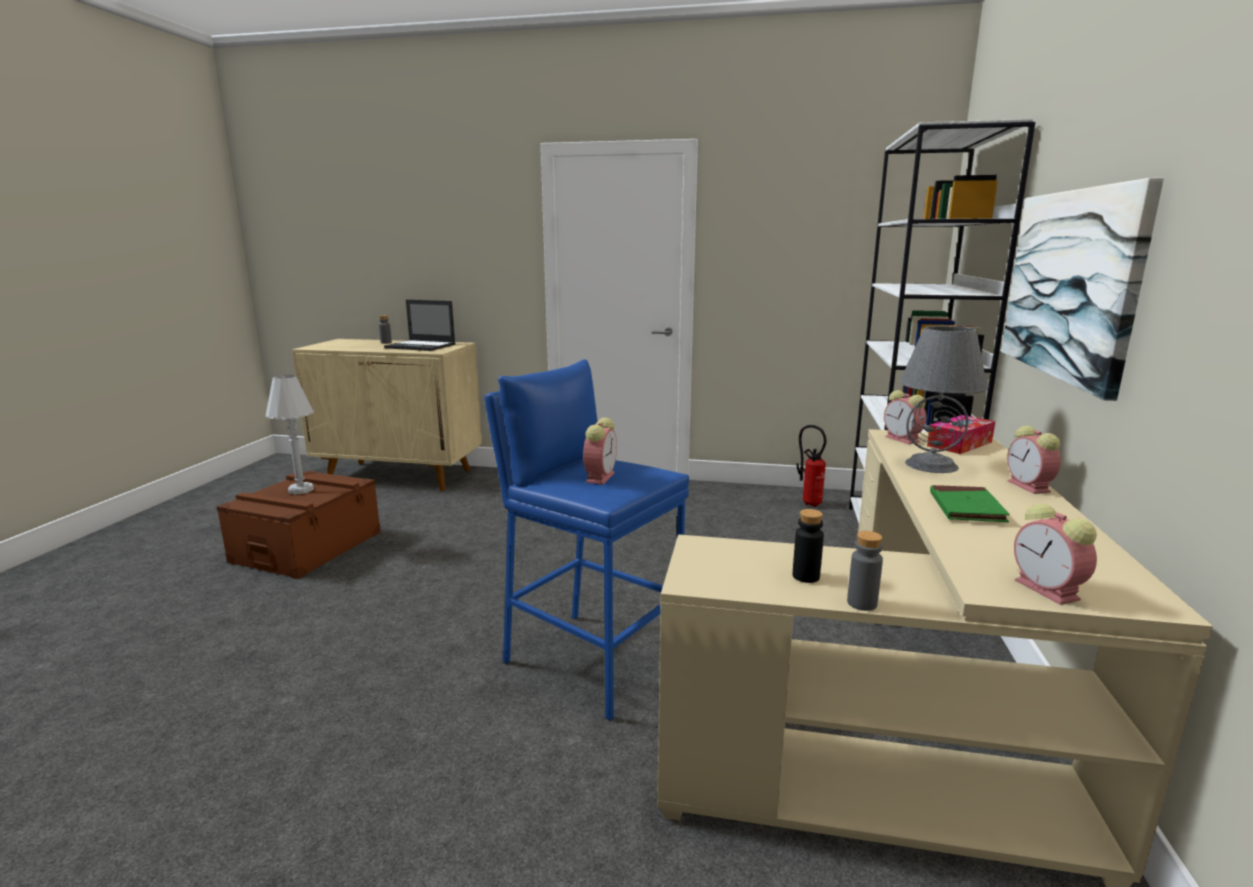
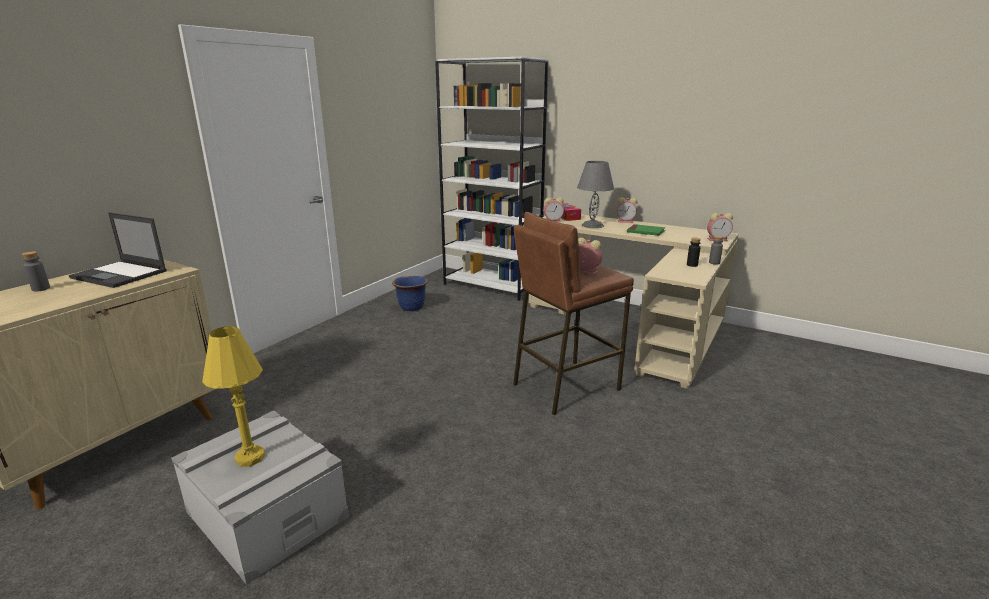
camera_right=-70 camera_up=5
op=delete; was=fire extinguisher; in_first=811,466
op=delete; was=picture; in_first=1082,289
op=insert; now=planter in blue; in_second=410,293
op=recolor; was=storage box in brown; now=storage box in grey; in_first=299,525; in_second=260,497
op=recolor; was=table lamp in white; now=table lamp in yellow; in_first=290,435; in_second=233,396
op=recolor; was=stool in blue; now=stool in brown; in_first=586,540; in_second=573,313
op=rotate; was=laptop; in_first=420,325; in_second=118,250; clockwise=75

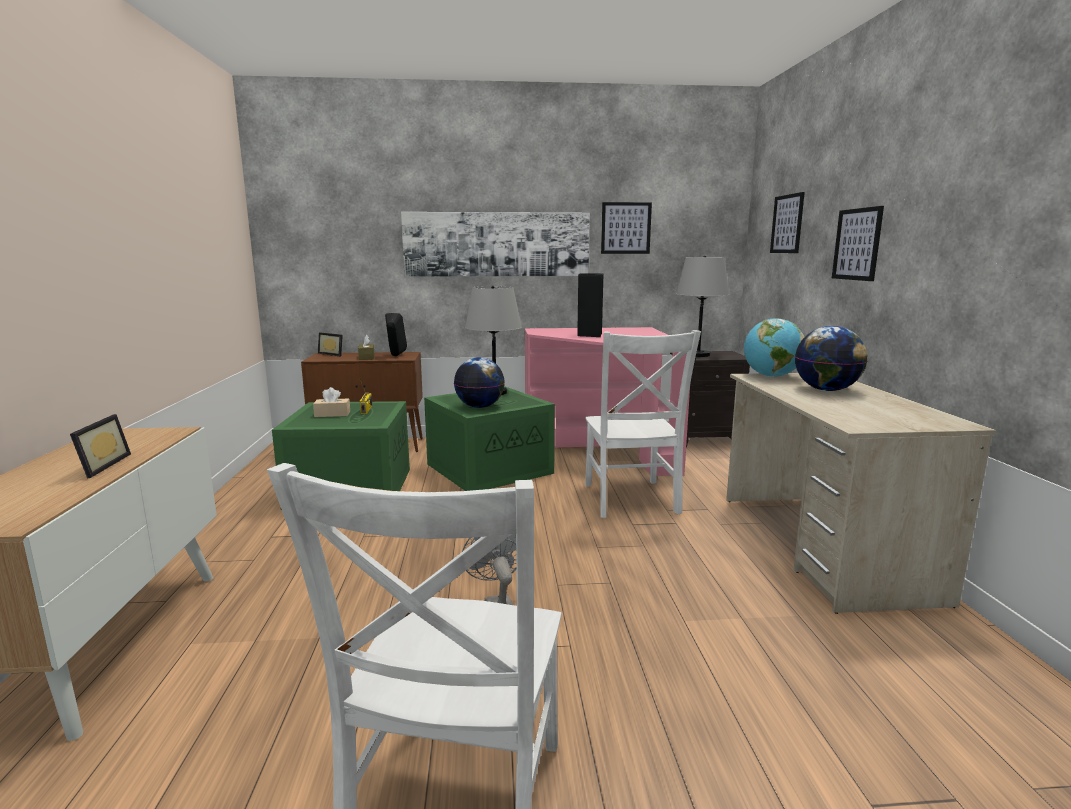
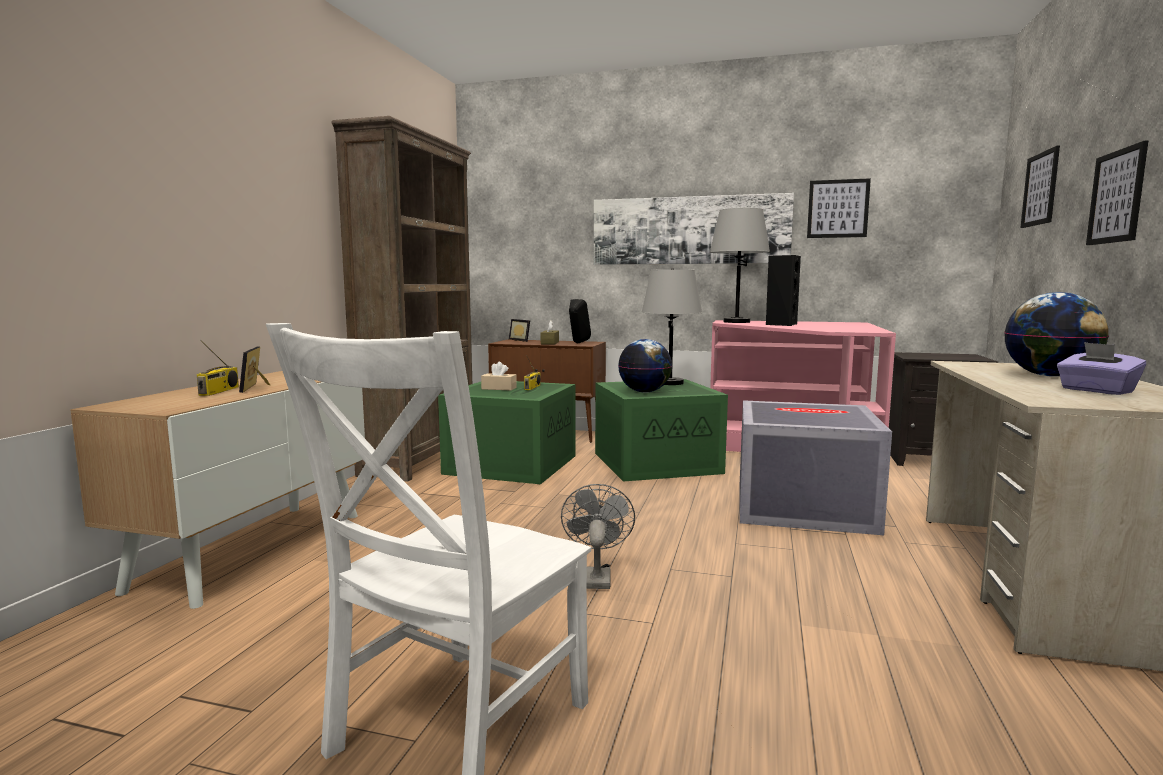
camera_right=20 camera_up=-5
op=delete; was=globe; in_first=774,348
op=insert; now=radio; in_second=218,368
op=insert; now=bookcase in brown; in_second=401,299
op=insert; now=tissue box in purple; in_second=1101,368
op=move; was=table lamp in grey; in_first=702,306; in_second=740,265
op=replace; was=chair in white; now=storage box in grey; in_first=643,424; in_second=815,467
op=rotate; was=picture frame; in_first=100,446; in_second=254,369; clockwise=150

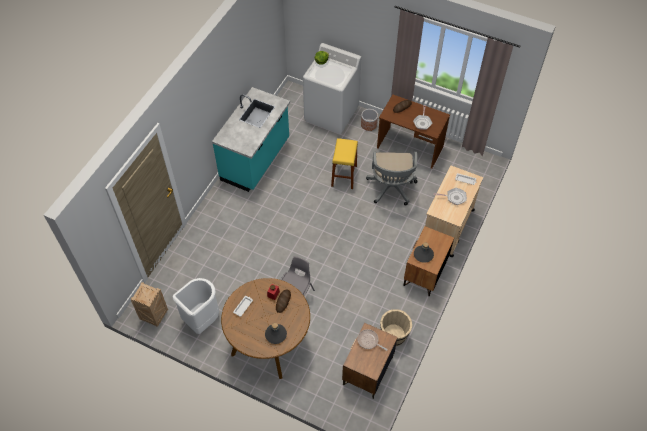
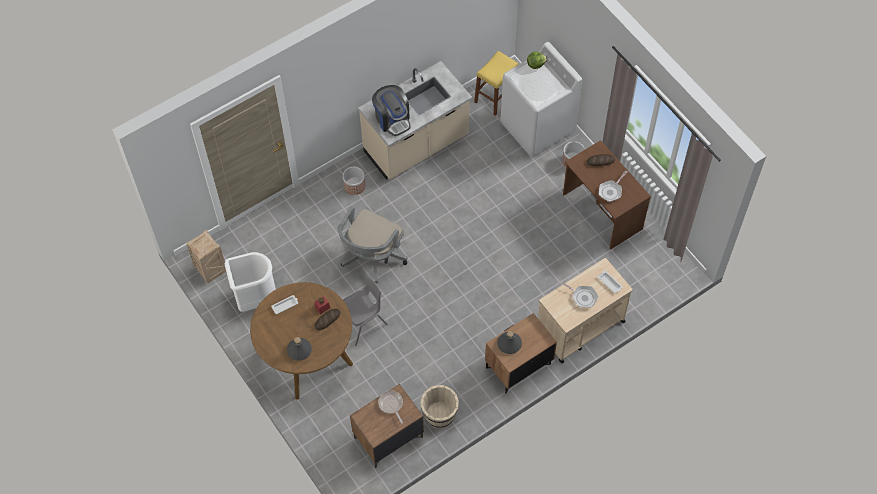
camera_right=30 camera_up=5
op=insert; now=planter; in_second=354,181
op=insert; now=coffee machine; in_second=391,110
op=move; was=stool in yellow; in_first=344,163; in_second=496,83
op=move; was=office chair in grey; in_first=391,178; in_second=372,245
op=recolor; was=counter in turquoise; now=counter in beige; in_first=251,139; in_second=415,120

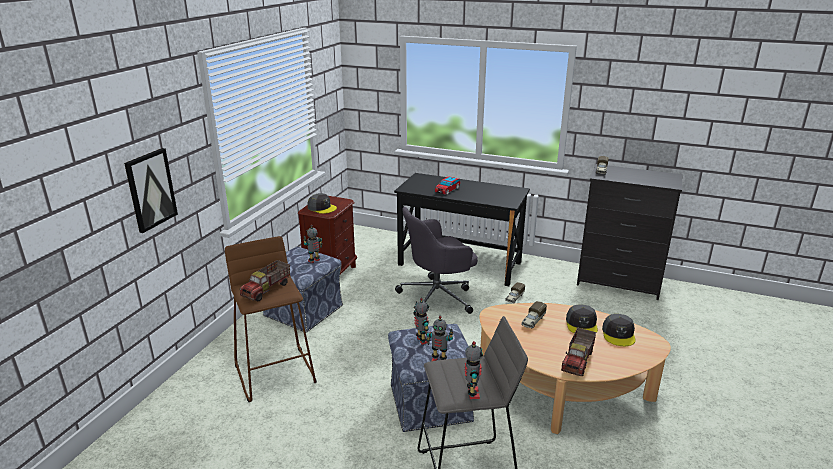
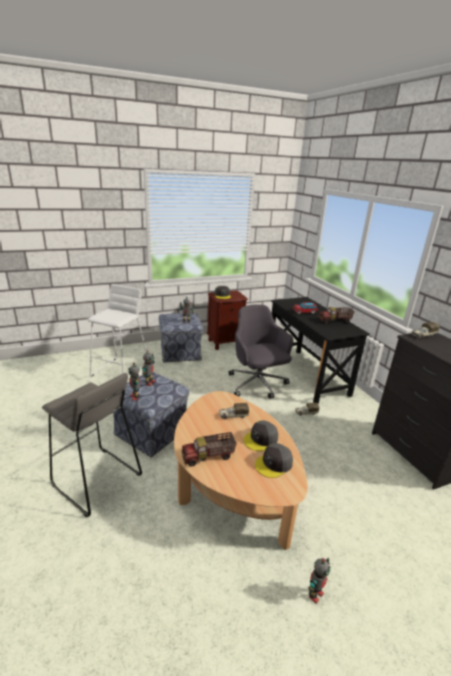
camera_right=45 camera_up=0
op=delete; was=picture; in_first=151,190
op=move; was=toy truck; in_first=264,280; in_second=336,315
op=move; was=toy robot; in_first=474,370; in_second=320,580
op=recolor; was=stool in brown; now=stool in white; in_first=271,319; in_second=117,330
op=rotate; was=office chair in grey; in_first=436,261; in_second=261,351; clockwise=45

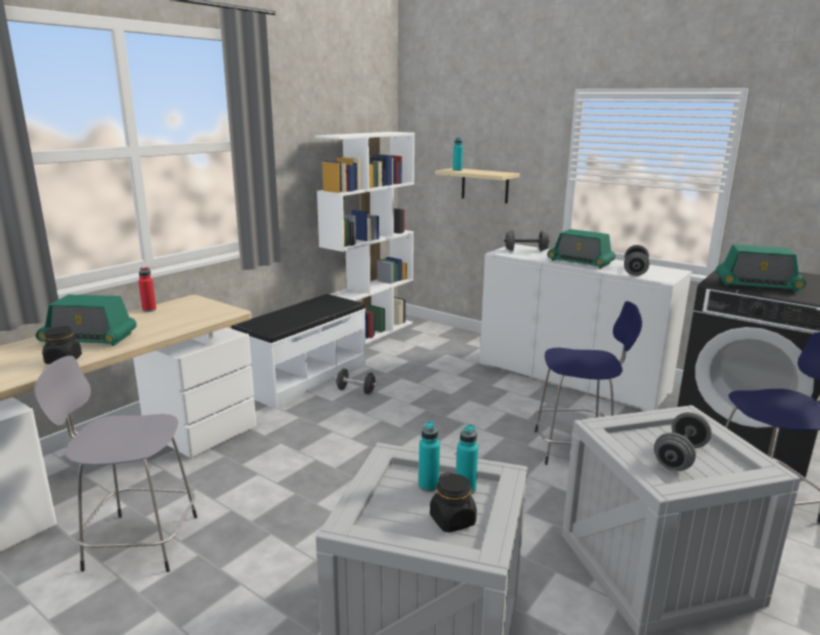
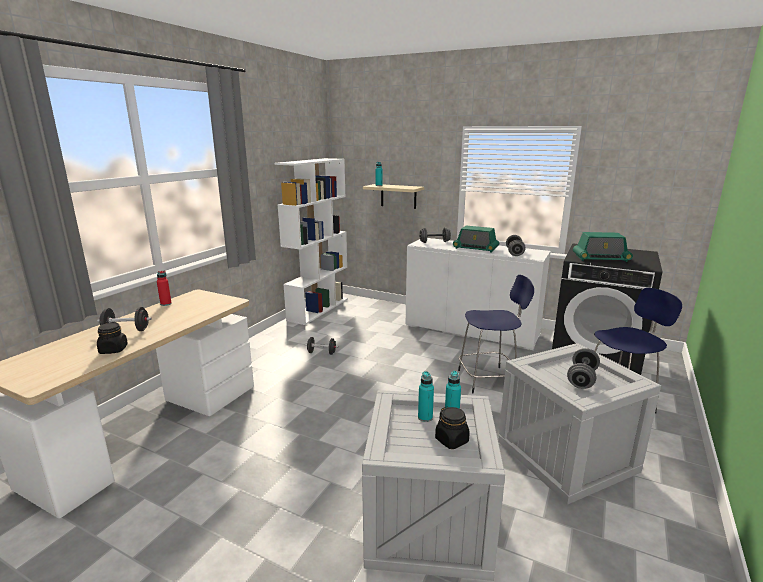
camera_right=-10 camera_up=0
op=delete; was=stool in grey; in_first=115,464
op=delete; was=bench in white; in_first=298,351
op=replace; was=radio; now=dumbbell in black; in_first=86,320; in_second=124,319

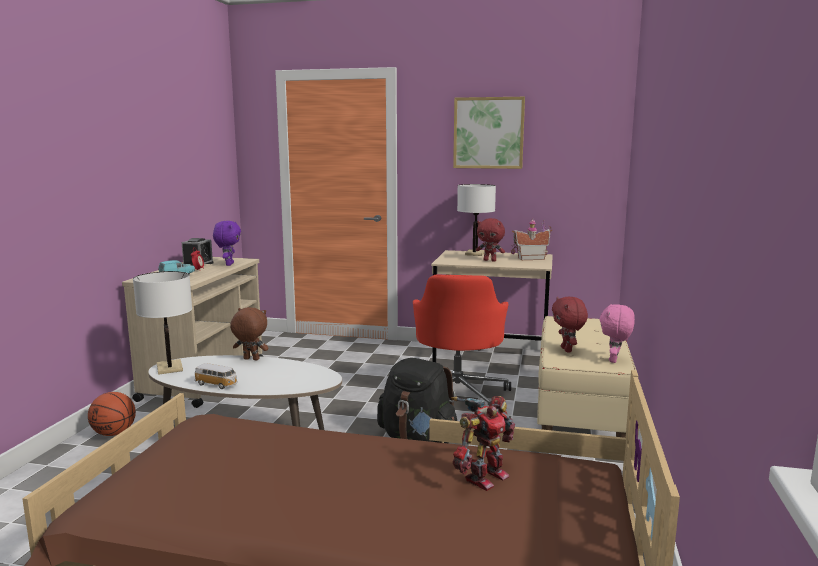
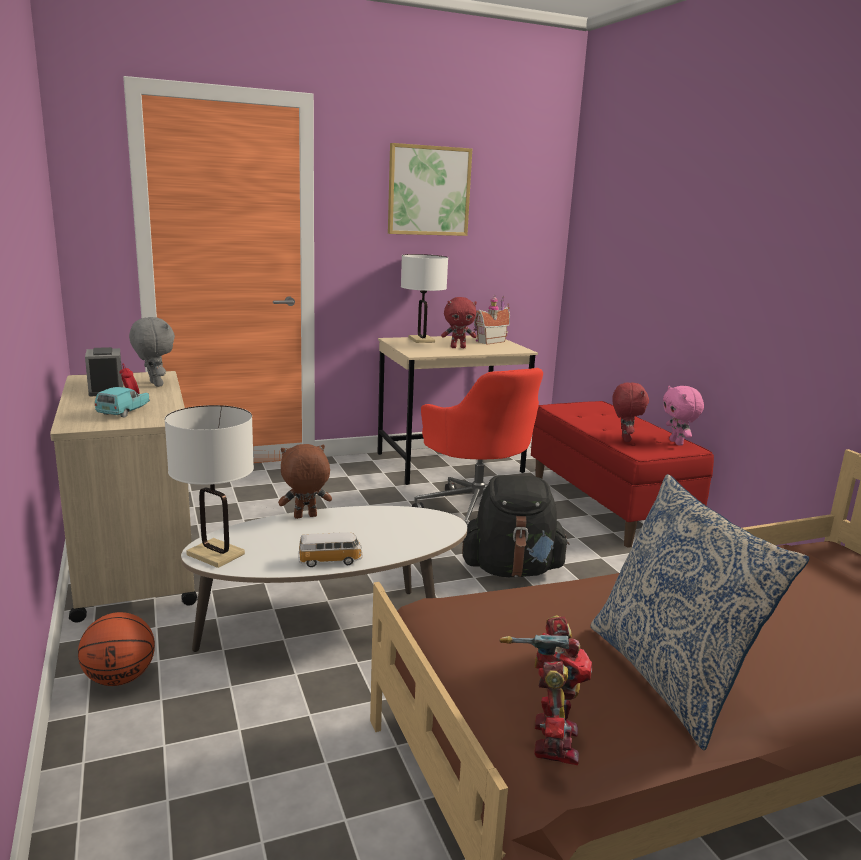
camera_right=-35 camera_up=5
op=insert; now=pillow; in_second=700,612
op=move; was=toy robot; in_first=483,443; in_second=546,690
op=recolor; was=plush toy in purple; now=plush toy in grey; in_first=227,243; in_second=152,352
op=recolor; was=bench in beige; now=bench in red; in_first=586,377; in_second=622,474
op=rotate; was=plush toy in red; in_first=570,324; in_second=630,412; clockwise=-135

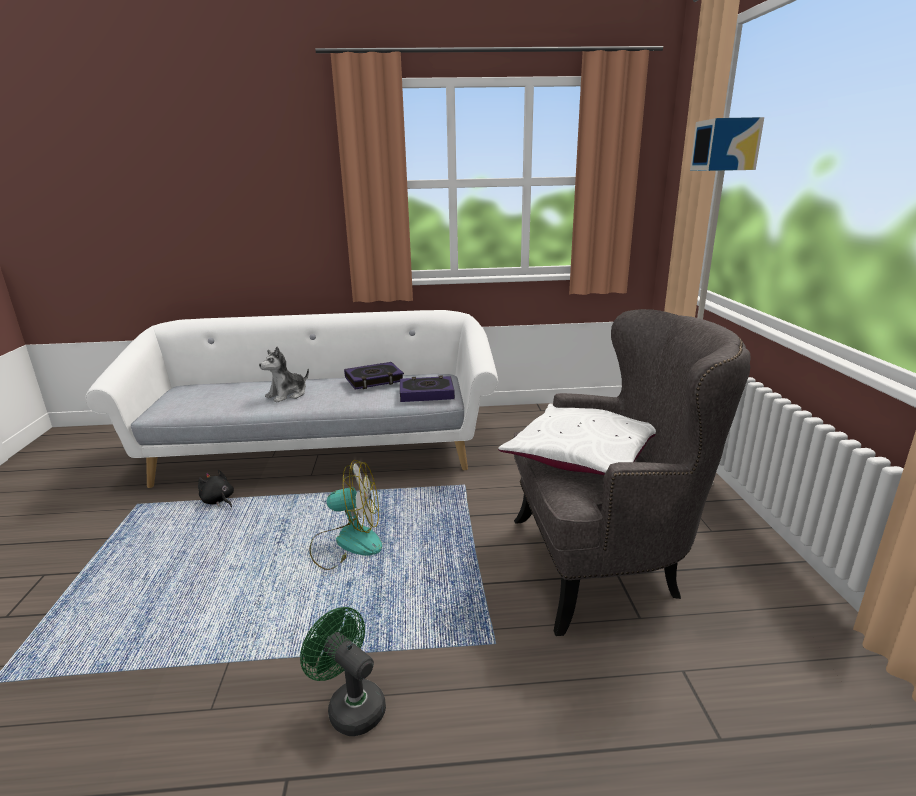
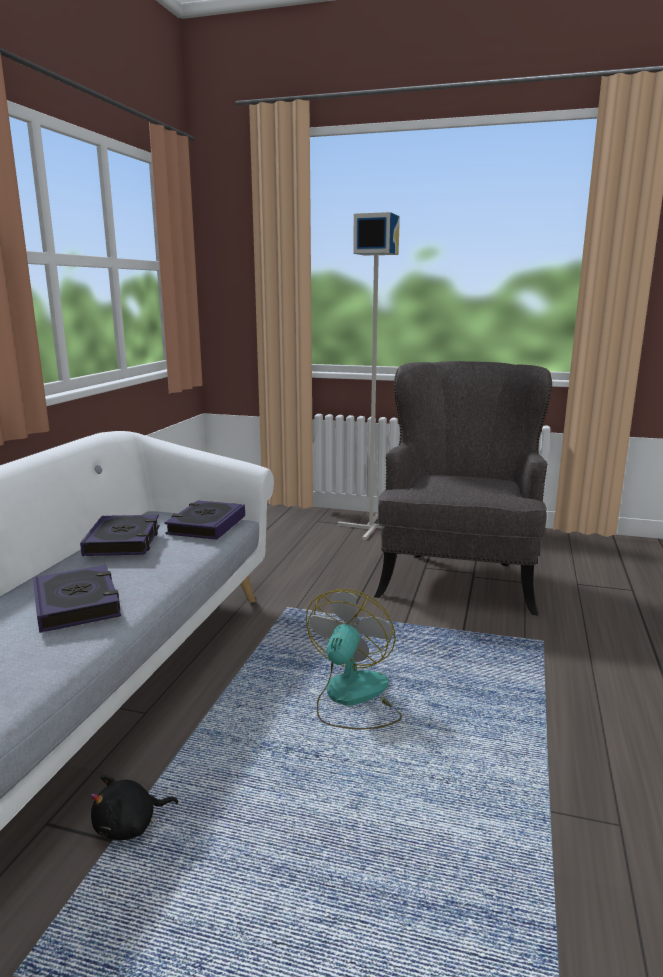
camera_right=-70 camera_up=-5
op=delete; was=fan in green; in_first=343,671
op=delete; was=pillow in white; in_first=577,439
op=replace; was=plush toy; now=book; in_first=284,374; in_second=77,599

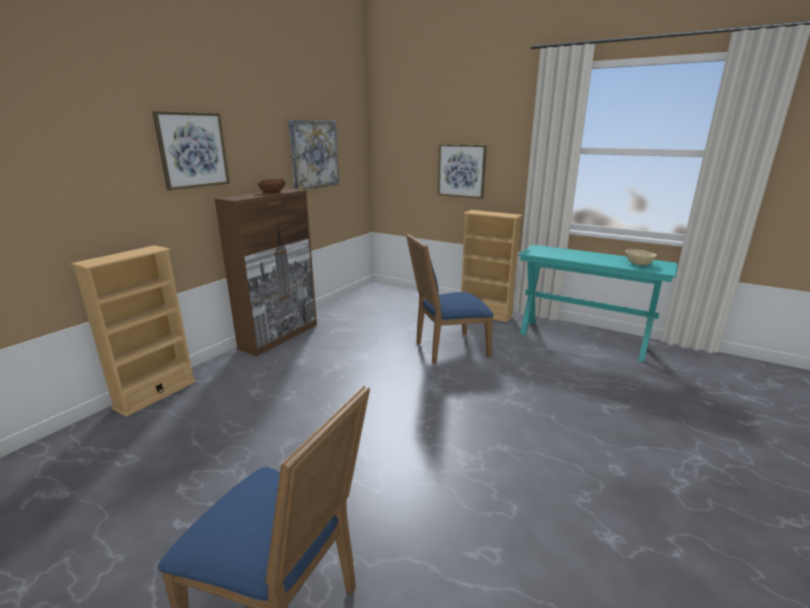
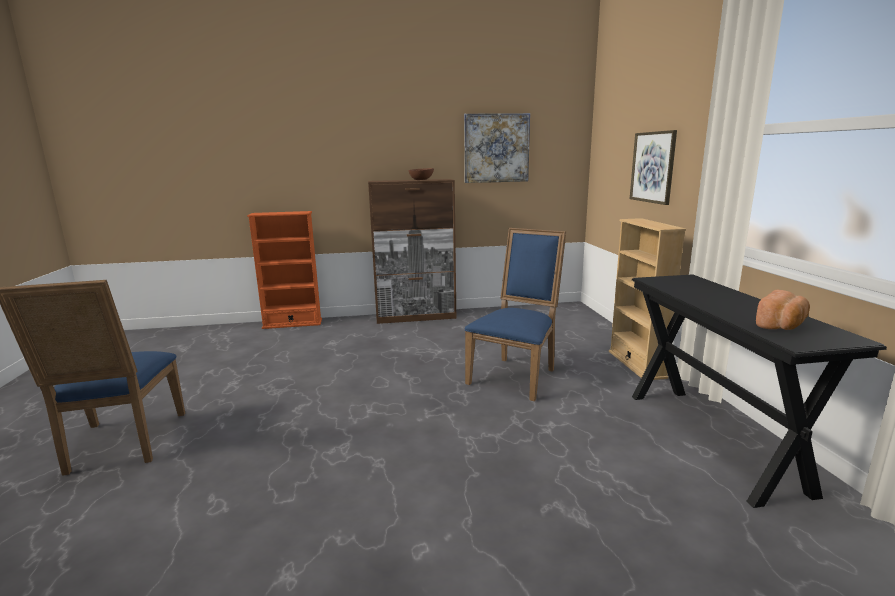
camera_right=50 camera_up=-5
op=delete; was=picture; in_first=191,150
op=replace; was=bowl in beige; now=bread; in_first=641,257; in_second=783,310
op=recolor; was=bookcase in beige; now=bookcase in orange; in_first=133,331; in_second=284,270
op=recolor; was=console table in turquoise; now=console table in black; in_first=598,303; in_second=759,391
op=rotate; was=chair in blue; in_first=450,299; in_second=515,314; clockwise=90

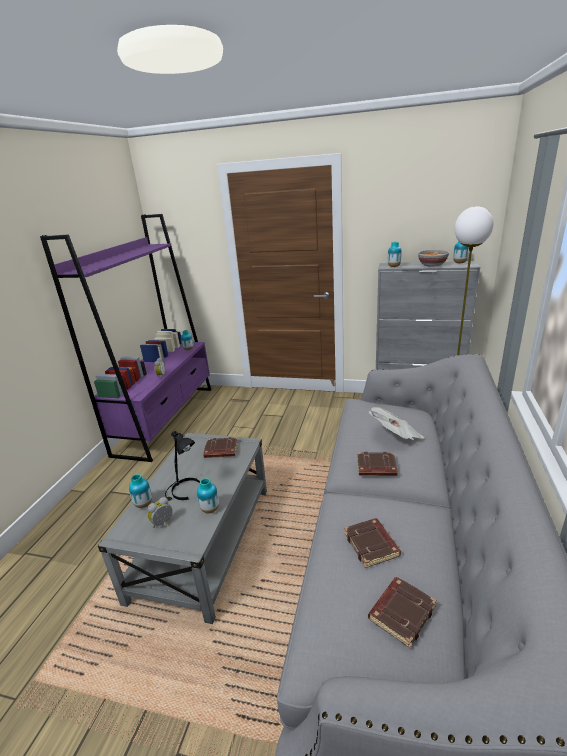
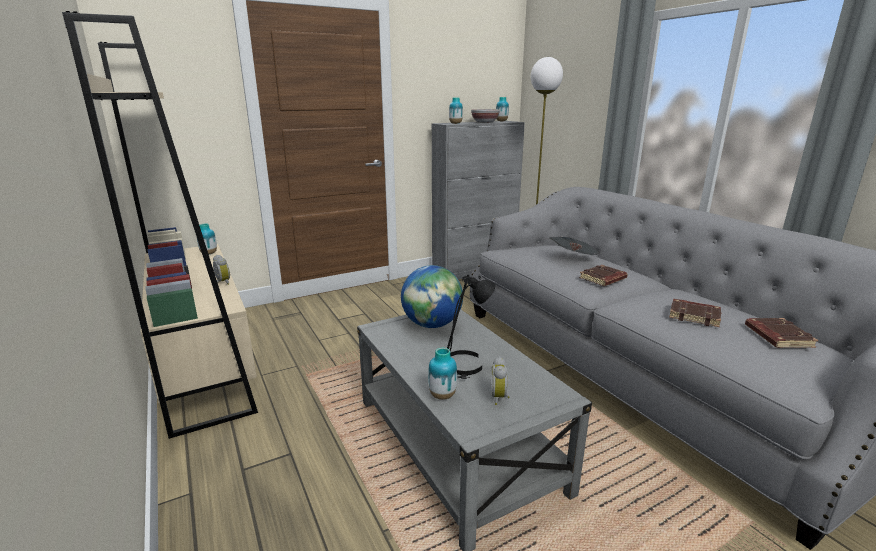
camera_right=-45 camera_up=-5
op=delete; was=vase; in_first=208,495
op=replace; was=book in brown; now=globe; in_first=220,447; in_second=432,296
op=recolor; was=bookcase in purple; now=bookcase in beige; in_first=125,338; in_second=160,225

